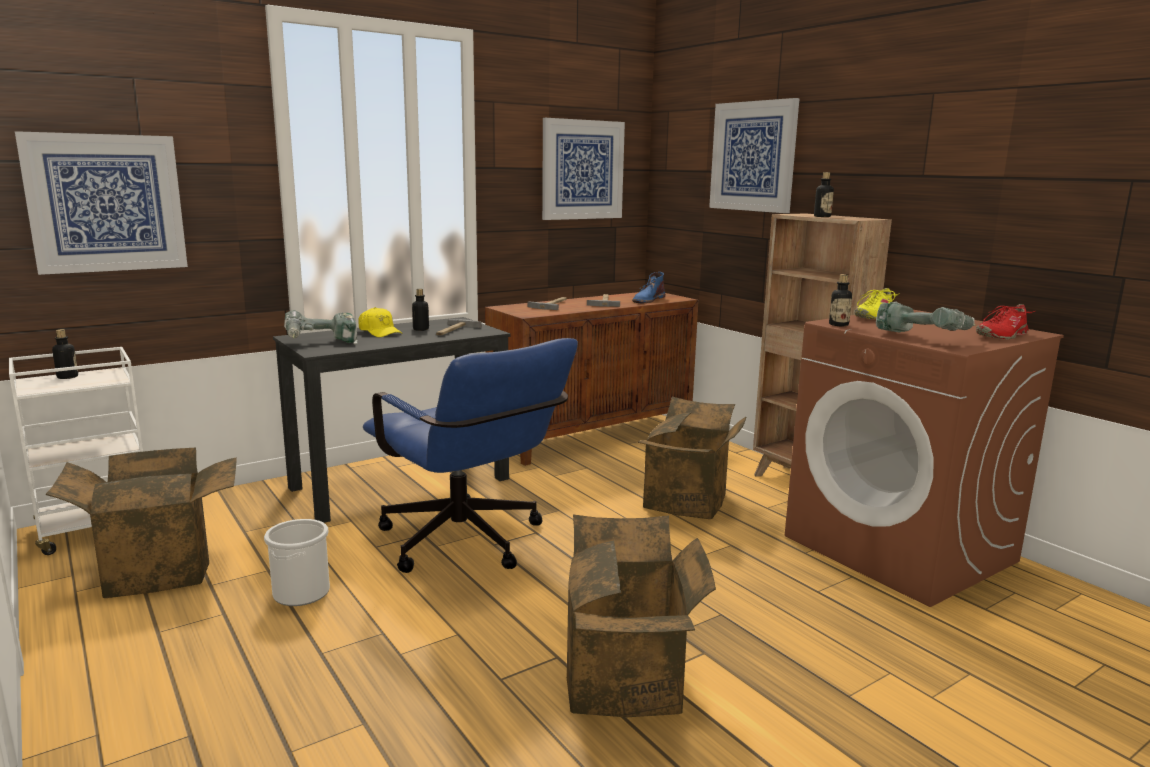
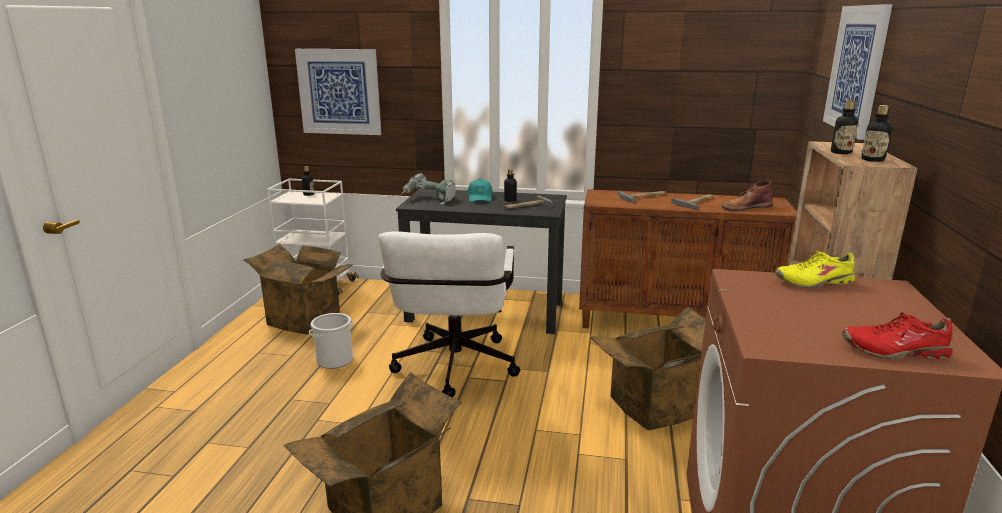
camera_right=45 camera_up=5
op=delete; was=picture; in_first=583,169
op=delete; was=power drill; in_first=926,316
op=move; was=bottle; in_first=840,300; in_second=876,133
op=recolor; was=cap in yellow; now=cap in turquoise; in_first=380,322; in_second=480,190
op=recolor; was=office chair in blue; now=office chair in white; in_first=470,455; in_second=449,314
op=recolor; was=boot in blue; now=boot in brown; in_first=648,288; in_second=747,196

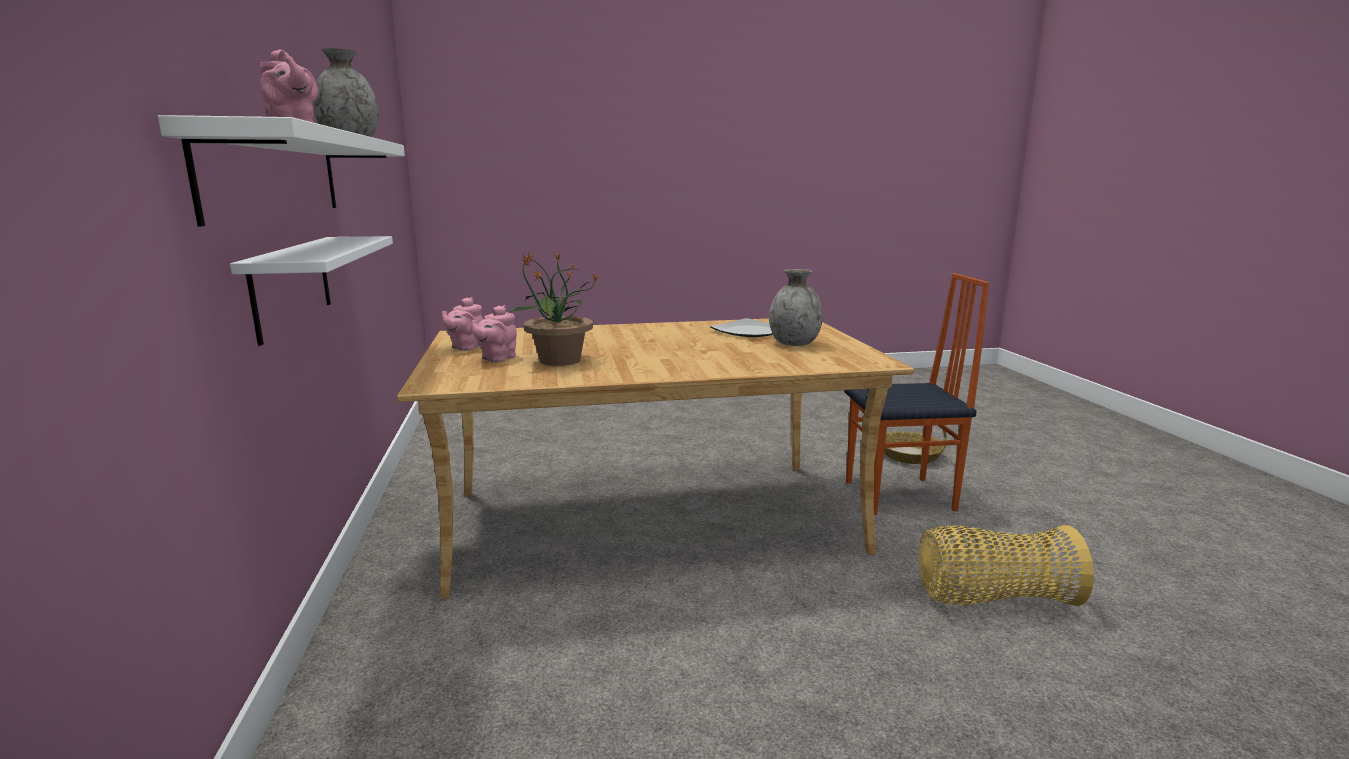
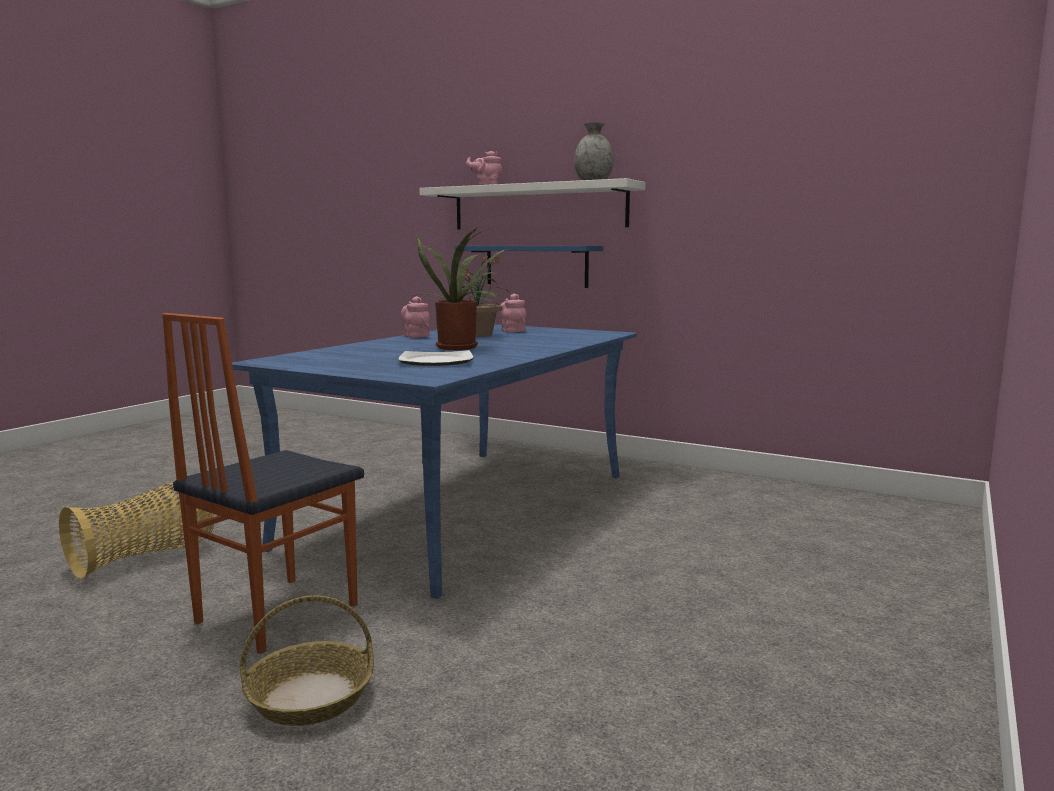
camera_right=130 camera_up=-5
op=delete; was=vase in grey; in_first=796,307
op=insert; now=potted plant; in_second=463,288
op=move; was=teapot in pink; in_first=462,324; in_second=414,317
op=recolor; was=shelf in white; now=shelf in blue; in_first=311,291; in_second=528,267
op=recolor; was=dining table in beige; now=dining table in blue; in_first=655,459; in_second=434,461

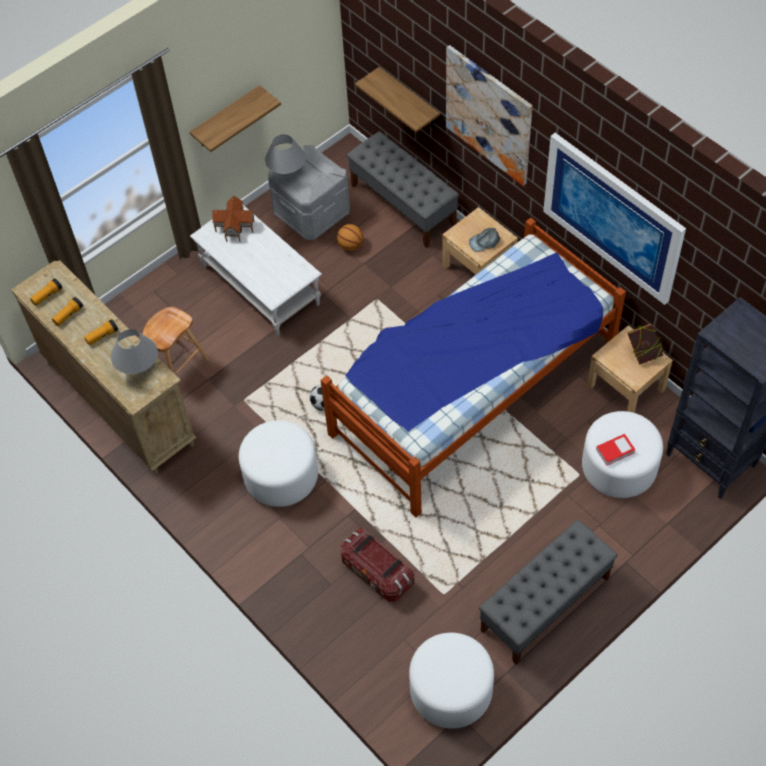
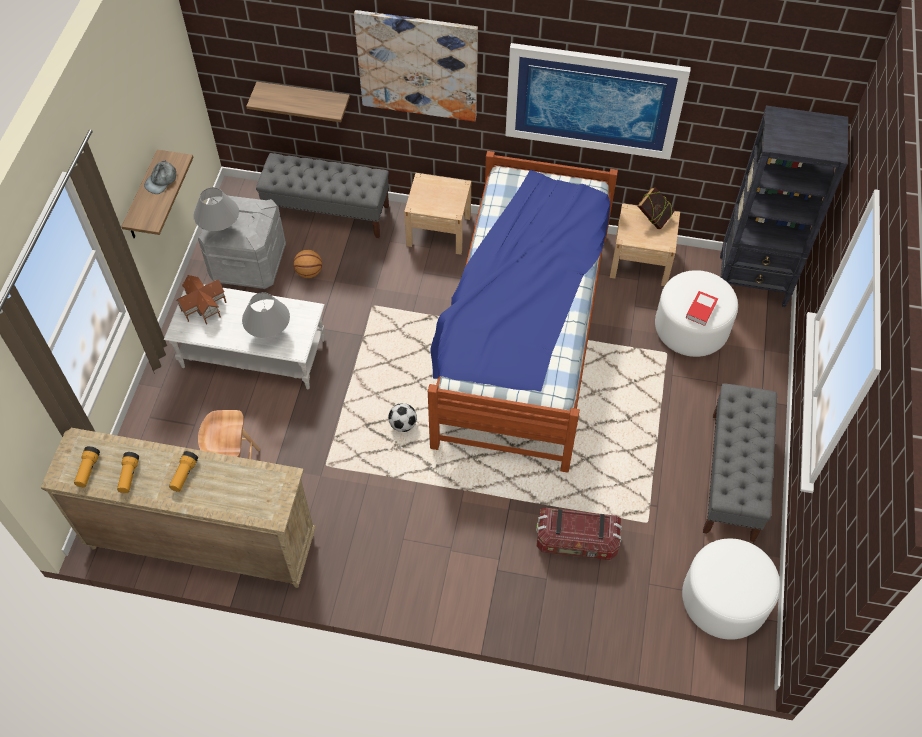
camera_right=-40 camera_up=0
op=delete; was=ottoman in white; in_first=278,463
op=move; was=table lamp in grey; in_first=134,351; in_second=266,315
op=move; was=cap in grey; in_first=484,240; in_second=160,177

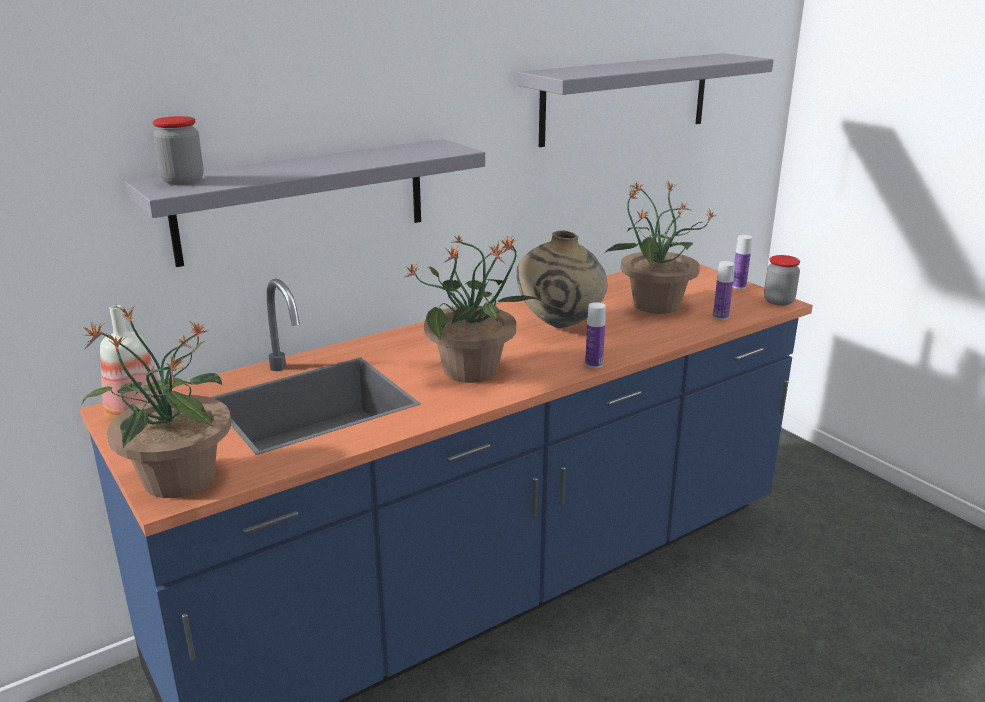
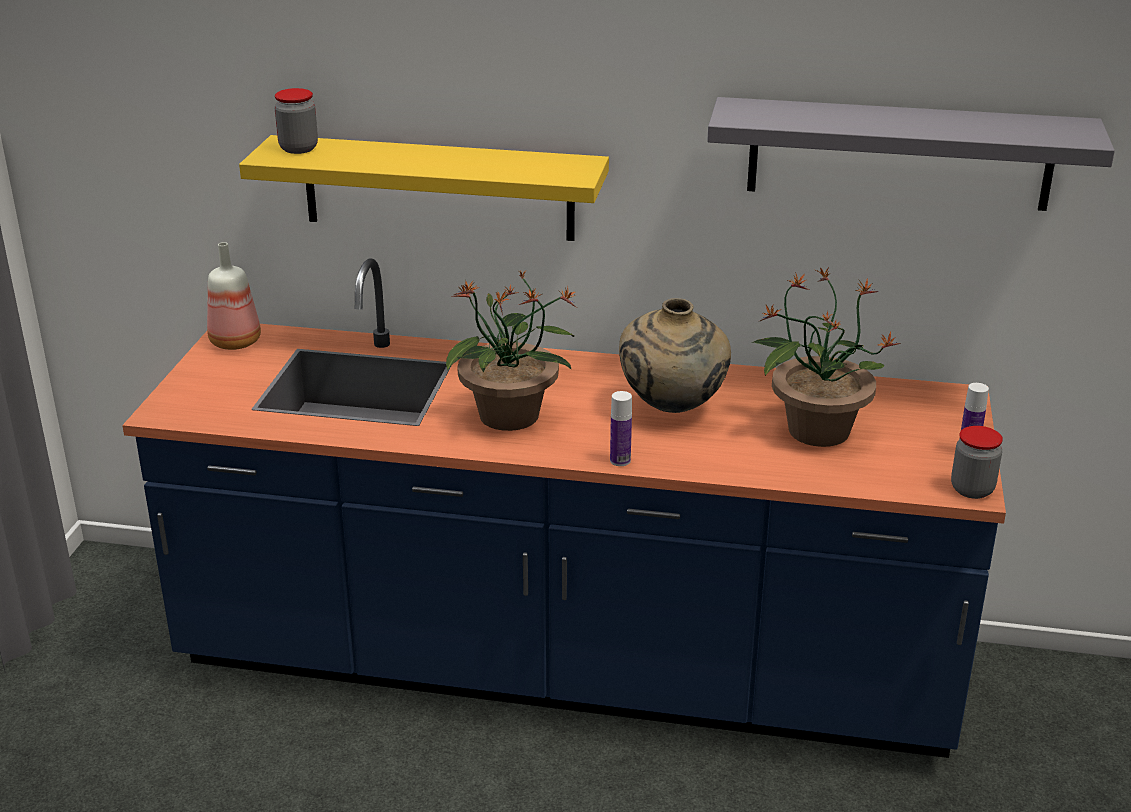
camera_right=45 camera_up=5
op=delete; was=potted plant; in_first=156,402
op=delete; was=bottle; in_first=724,290
op=recolor; was=shelf in grey; now=shelf in yellow; in_first=305,203; in_second=424,188

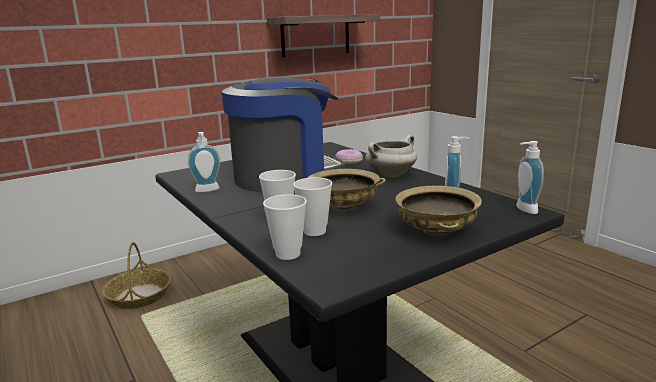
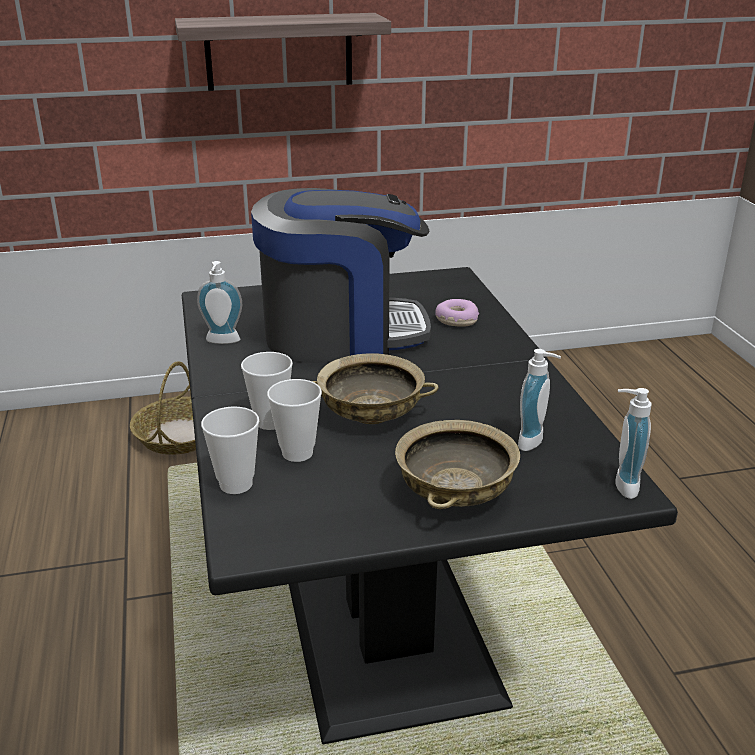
camera_right=20 camera_up=10
op=delete; was=cooking pot in white; in_first=391,156
op=move; was=shelf; in_first=323,35; in_second=283,52

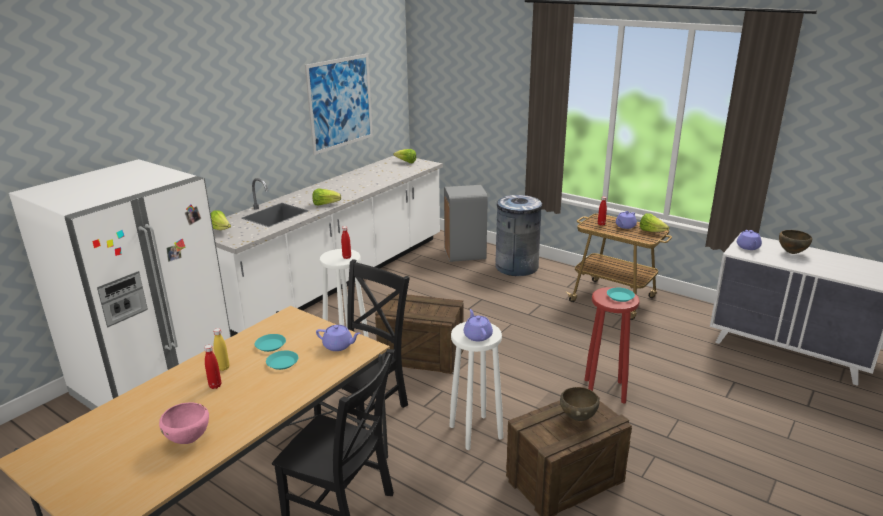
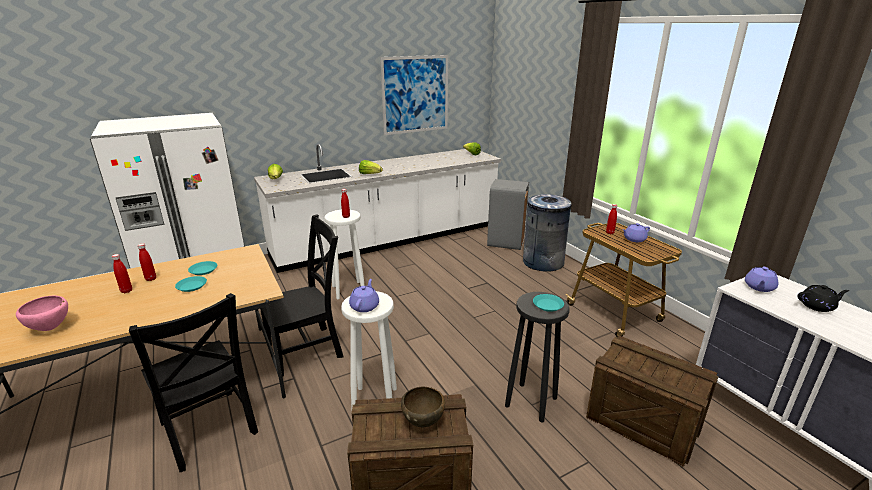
camera_right=25 camera_up=0
op=delete; was=teapot in purple; in_first=338,338
op=delete; was=lettuce; in_first=654,222
op=move; was=crate; in_first=419,333; in_second=652,401
op=replace; was=bowl in brown; now=teapot in black; in_first=795,242; in_second=823,298
op=recolor; was=bottle in yellow; now=bottle in red; in_first=221,349; in_second=147,262
op=recolor; was=stool in red; now=stool in black; in_first=612,345; in_second=537,357

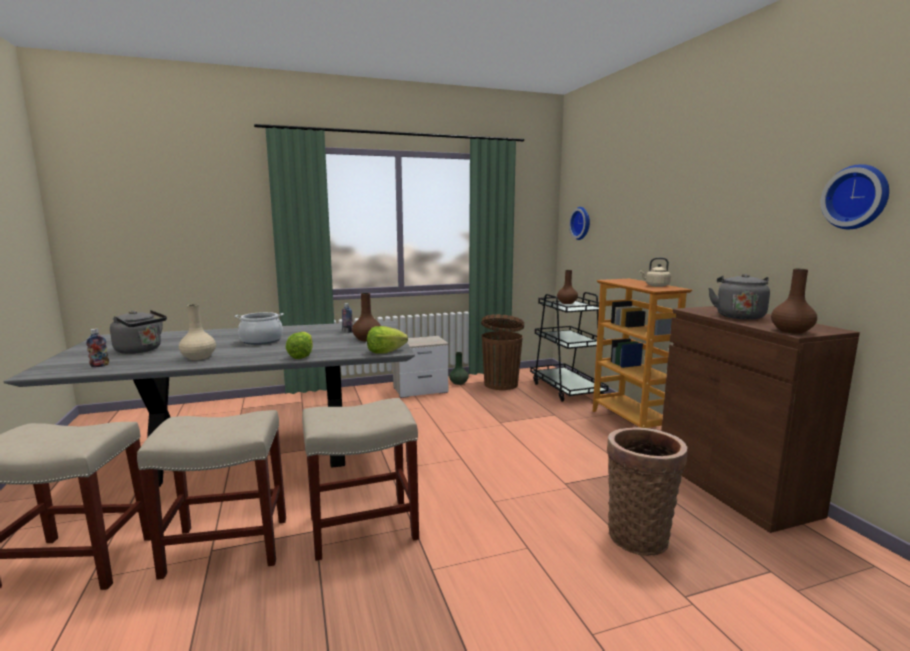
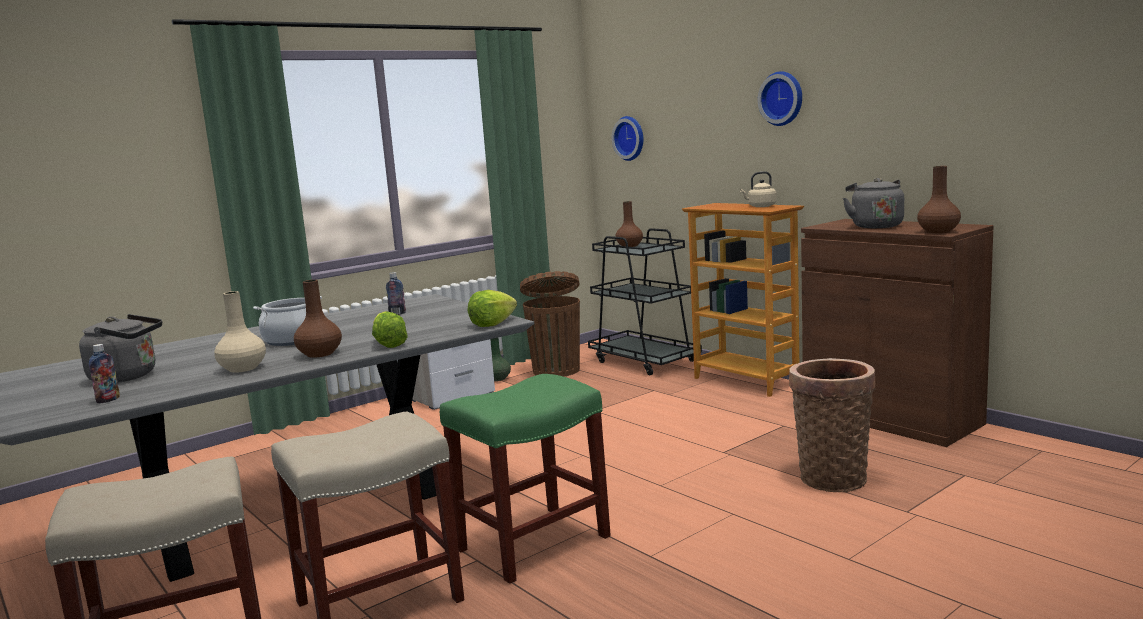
camera_right=-20 camera_up=0
op=move; was=vase in brown; in_first=366,317; in_second=318,319
op=move; was=wall clock; in_first=854,196; in_second=780,98
op=recolor; was=stool in beige; now=stool in green; in_first=360,479; in_second=525,479

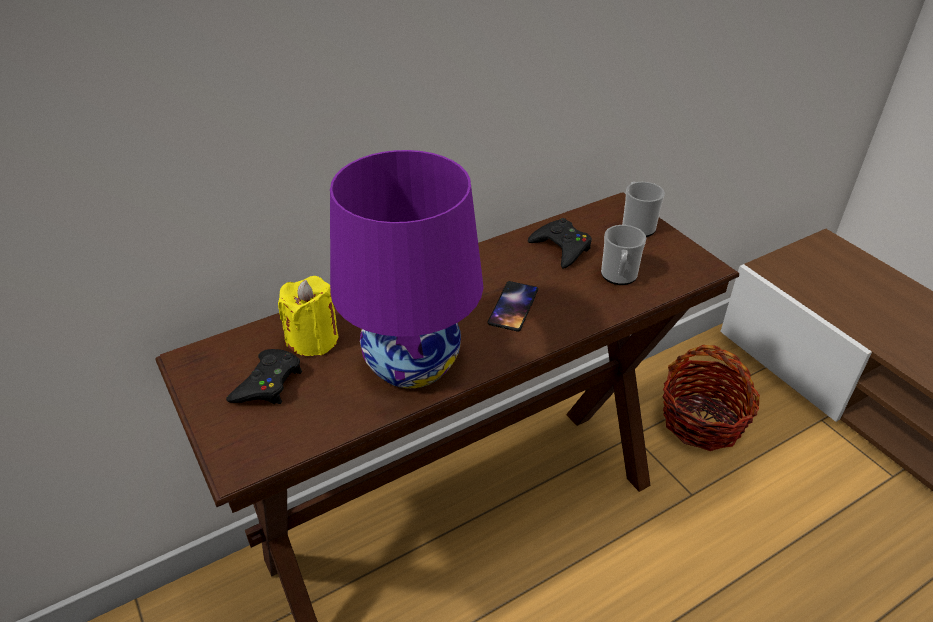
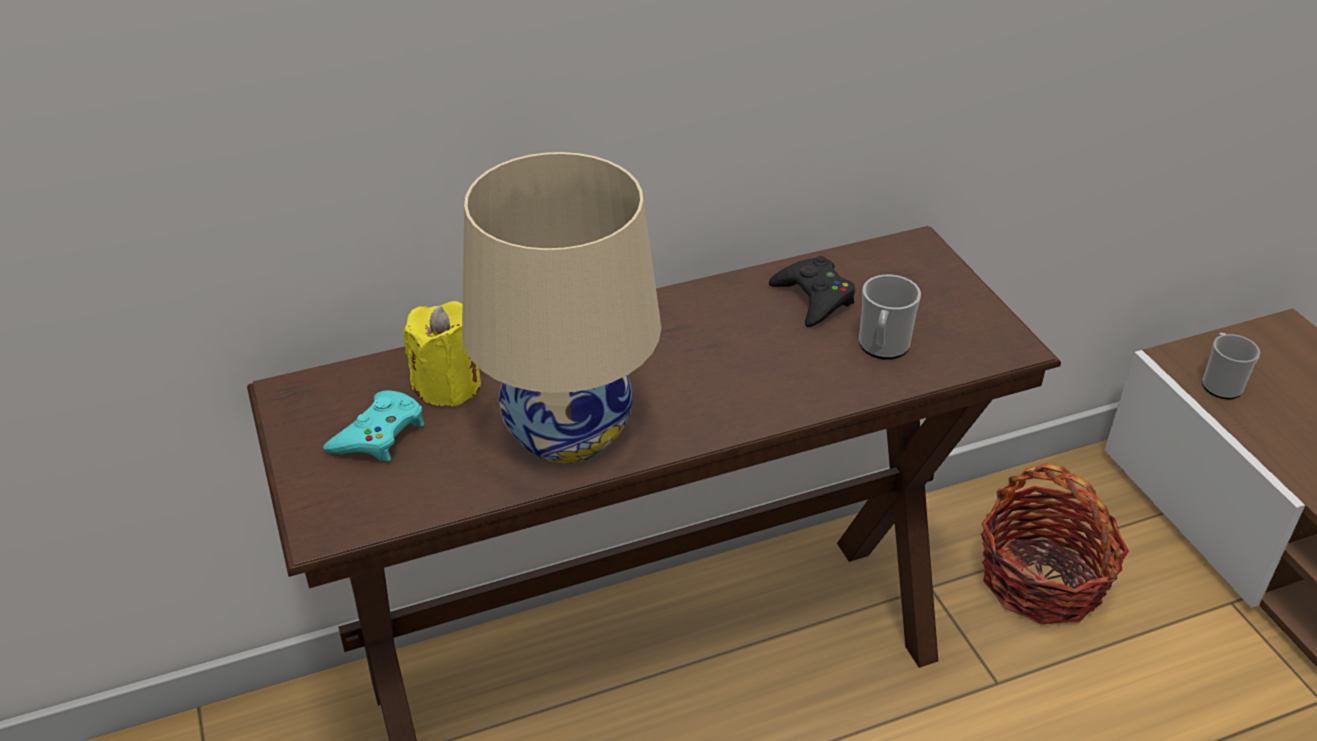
camera_right=10 camera_up=0
op=delete; was=phone; in_first=512,306
op=move; was=mug; in_first=643,209; in_second=1231,366
op=recolor; was=game controller in black; now=game controller in turquoise; in_first=264,376; in_second=373,426
op=recolor; was=table lamp in purple; now=table lamp in beige; in_first=406,269; in_second=561,307

